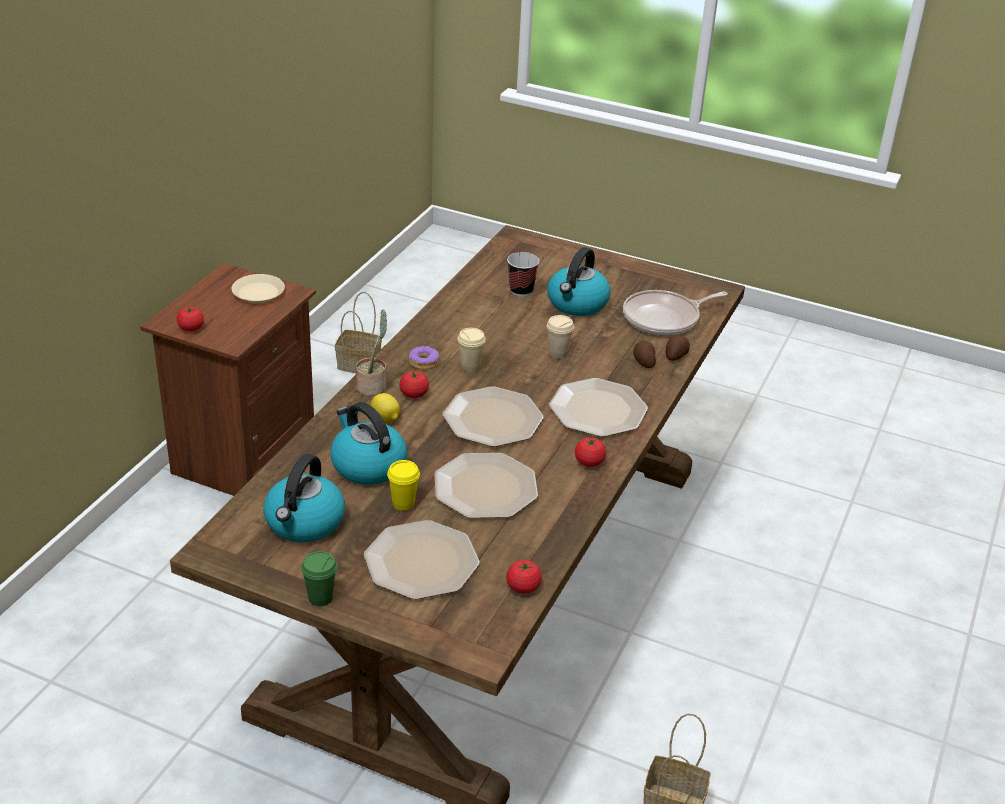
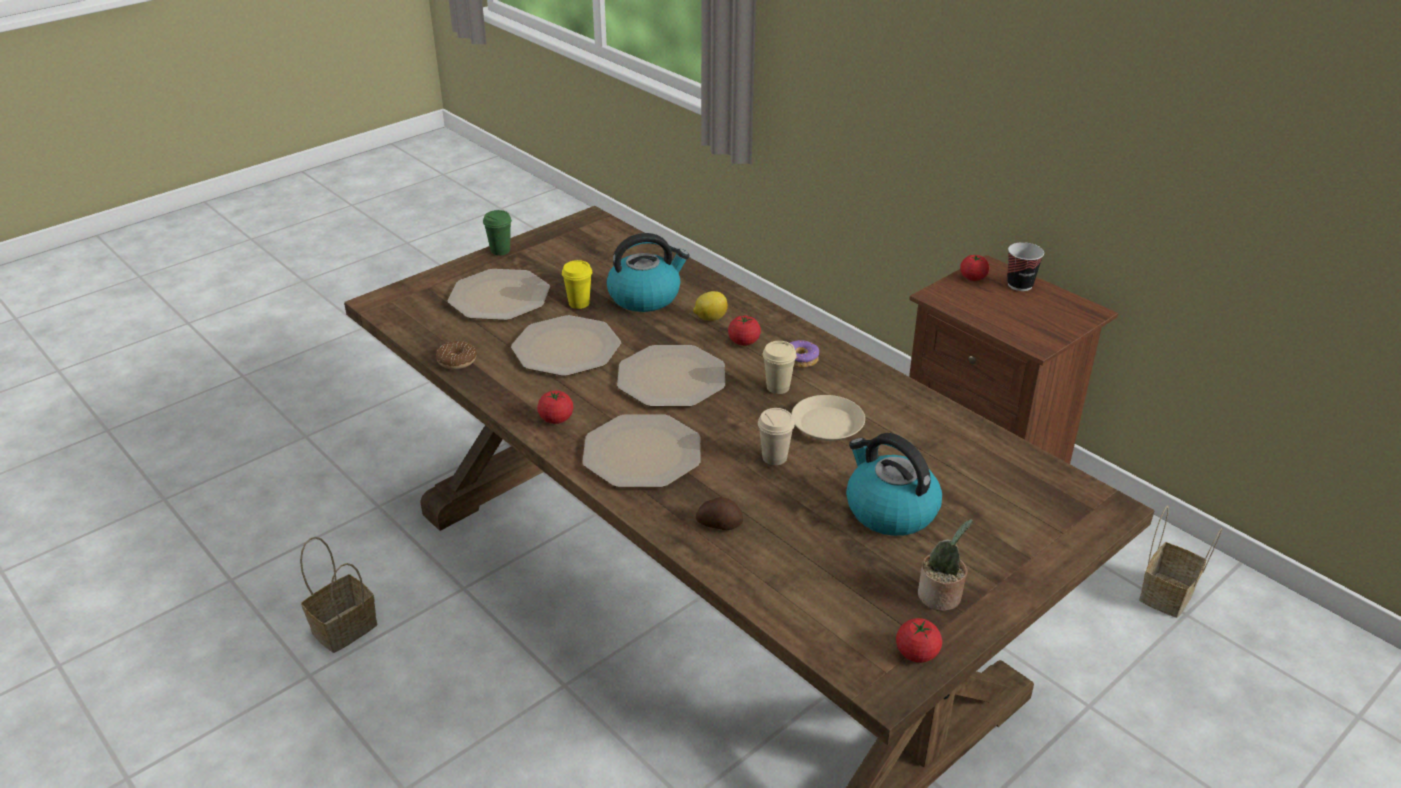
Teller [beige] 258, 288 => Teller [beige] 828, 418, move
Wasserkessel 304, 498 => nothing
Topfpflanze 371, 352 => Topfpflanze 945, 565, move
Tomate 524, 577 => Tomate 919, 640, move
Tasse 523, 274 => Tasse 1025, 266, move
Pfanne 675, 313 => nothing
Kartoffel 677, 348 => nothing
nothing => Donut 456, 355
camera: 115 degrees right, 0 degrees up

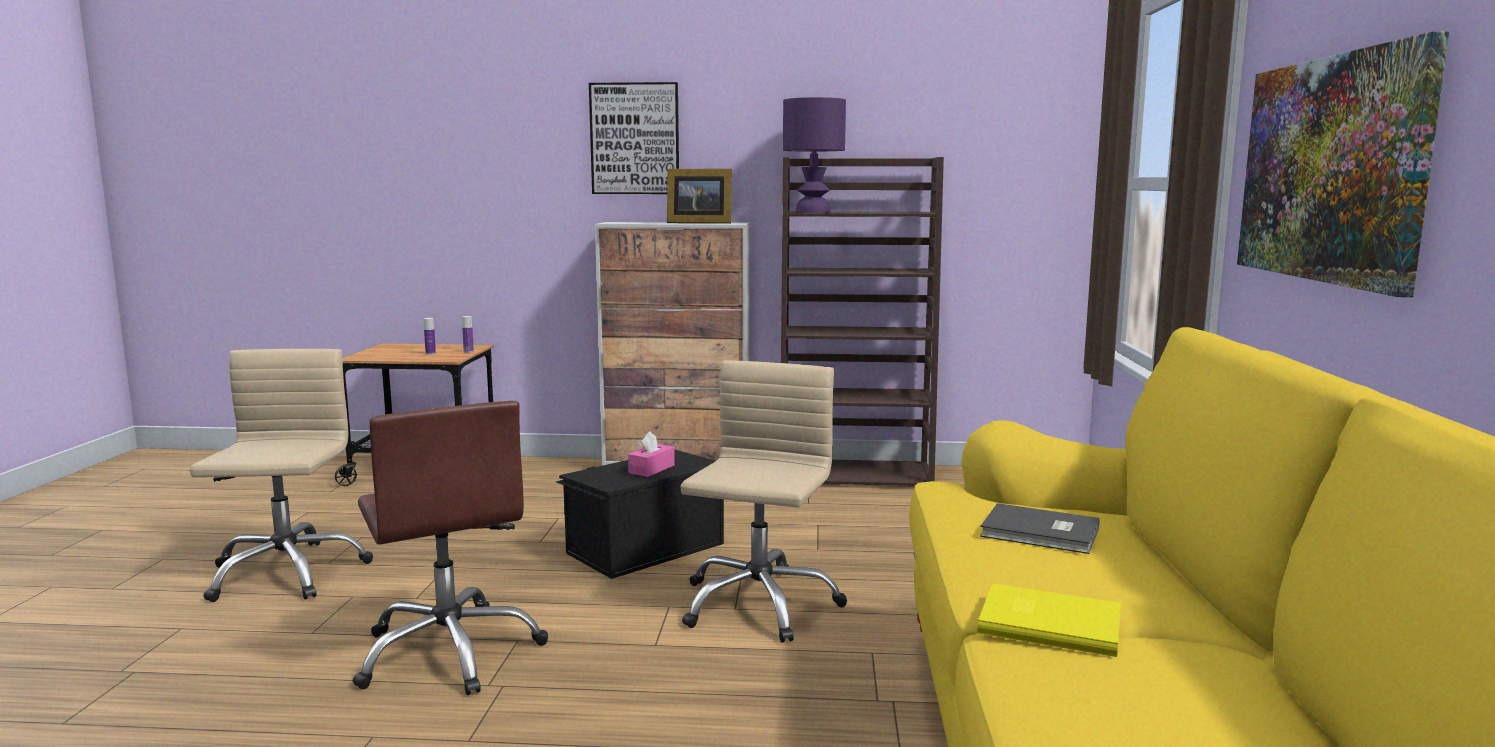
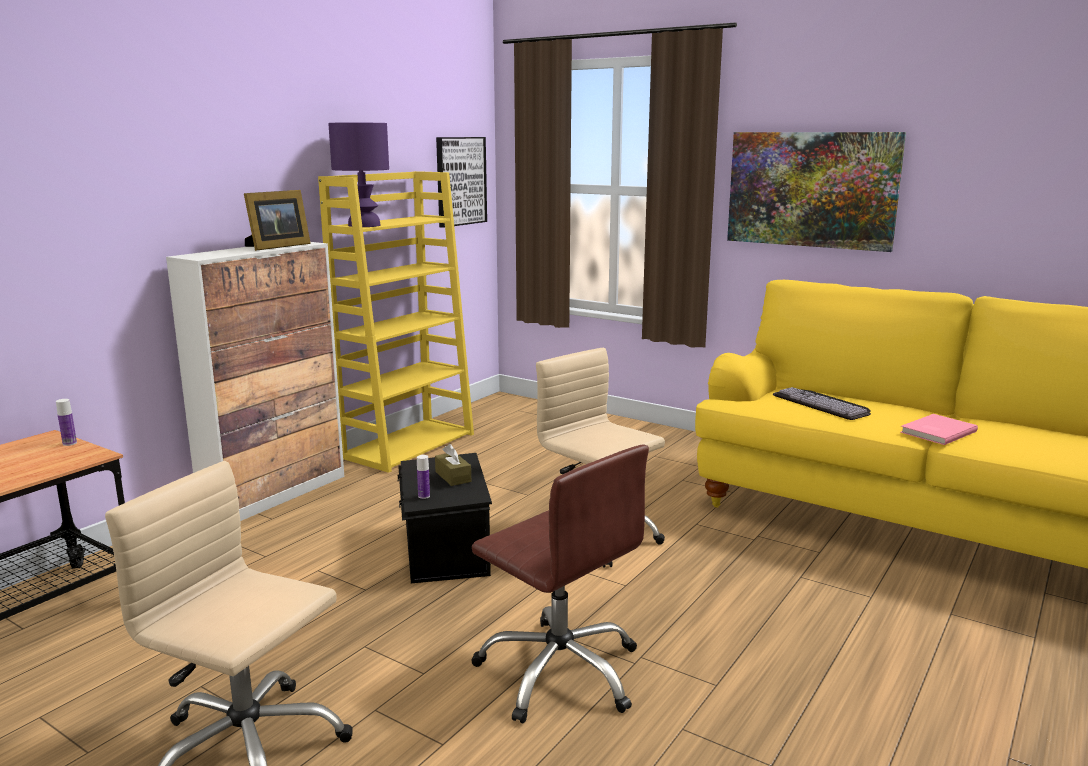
Bürostuhl [braun] 450, 548 => Bürostuhl [braun] 560, 584, 45 degrees clockwise
Flasche 430, 336 => Flasche 423, 477, move
Bild 634, 138 => Bild 461, 182, move
Taschentuchbox [rosa] 651, 454 => Taschentuchbox [braun] 453, 465
Bücherregal [braun] 862, 321 => Bücherregal [gelb] 396, 322
Buch [gelb] 1049, 620 => Buch [rosa] 939, 429
Buch [grau] 1040, 528 => Tastatur 822, 403
camera: 60 degrees left, 5 degrees up

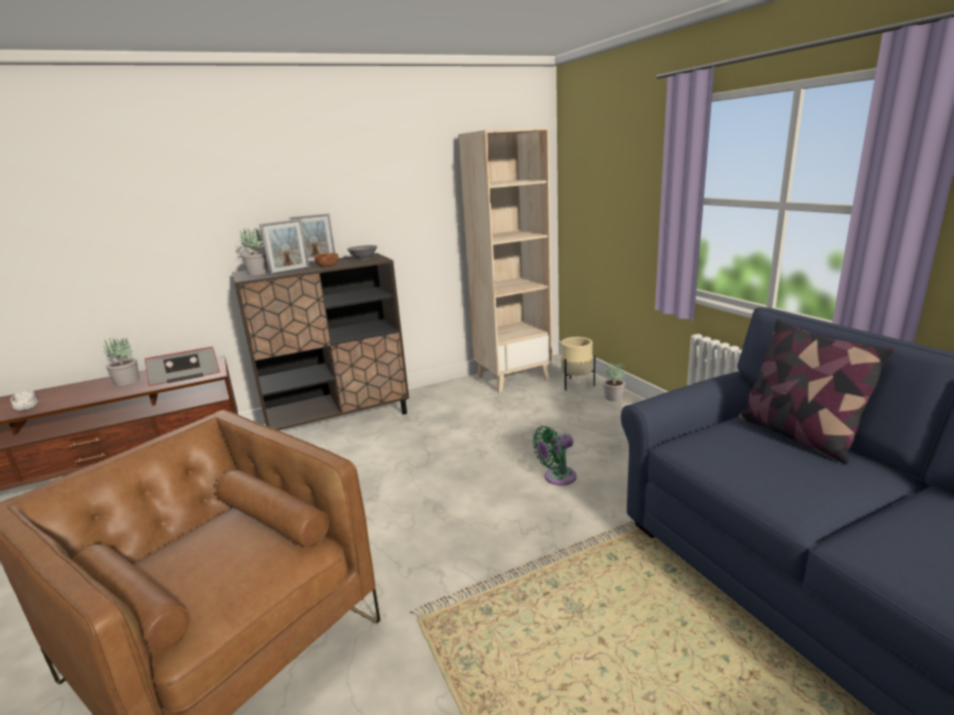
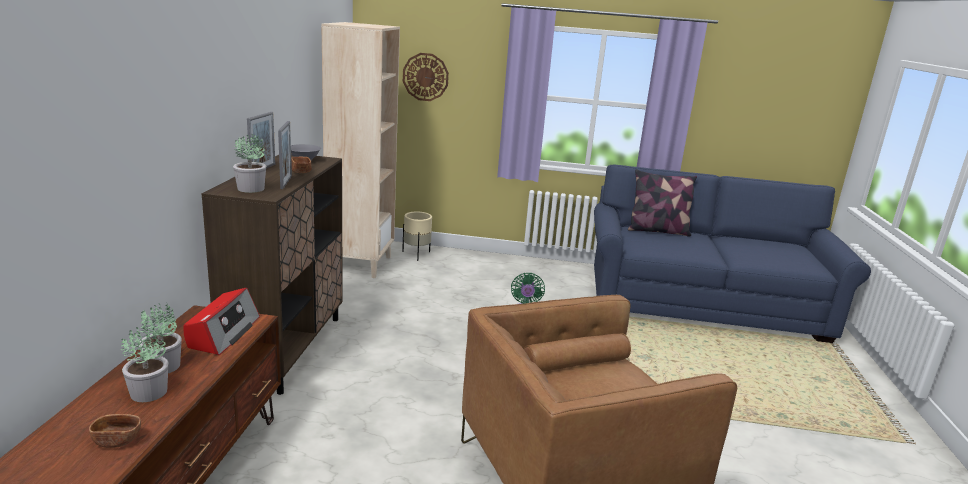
Schüssel [weiß] 24, 401 => Schüssel [braun] 115, 431
Topfpflanze 614, 381 => Topfpflanze 145, 362, move
nothing => Wanduhr 426, 77
camera: 60 degrees left, 0 degrees up

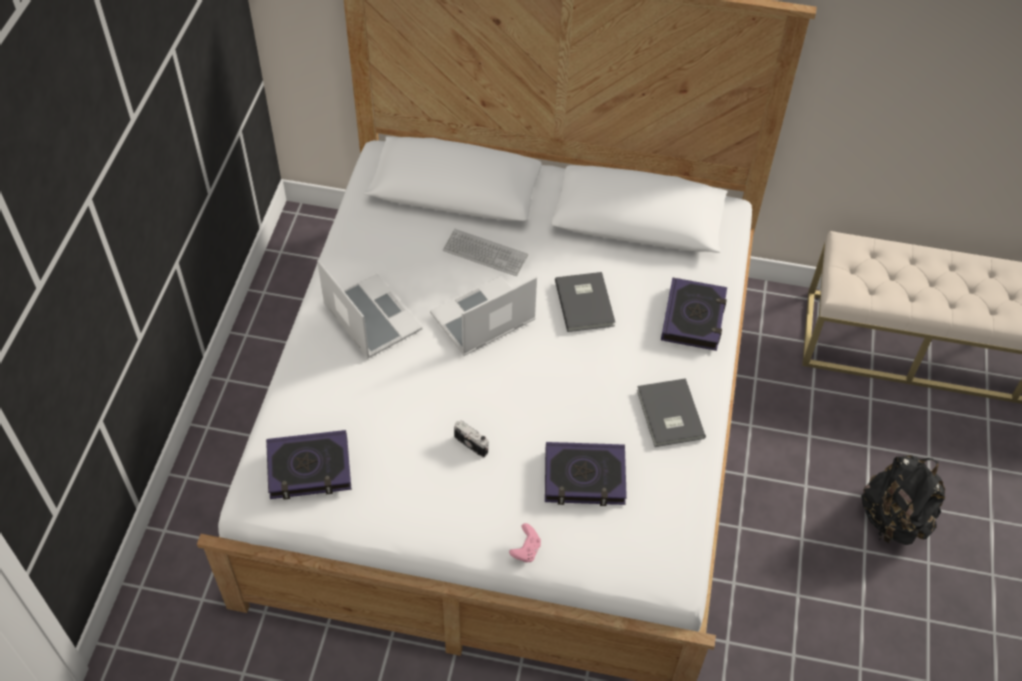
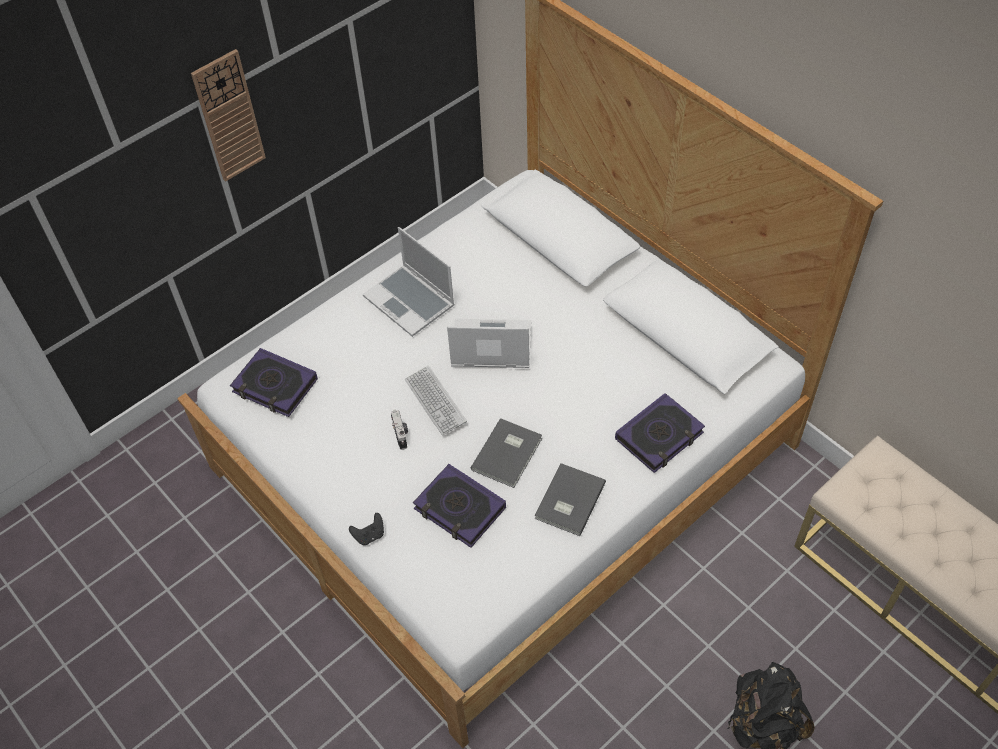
Laptop 369, 309 => Laptop 409, 282, 135 degrees clockwise
Tastatur 485, 252 => Tastatur 436, 400, move
Gamepad [rosa] 525, 542 => Gamepad [schwarz] 366, 529
Buch [grau] 585, 302 => Buch [grau] 506, 453, move
nothing => Wanduhr 228, 115
camera: 40 degrees right, 0 degrees up

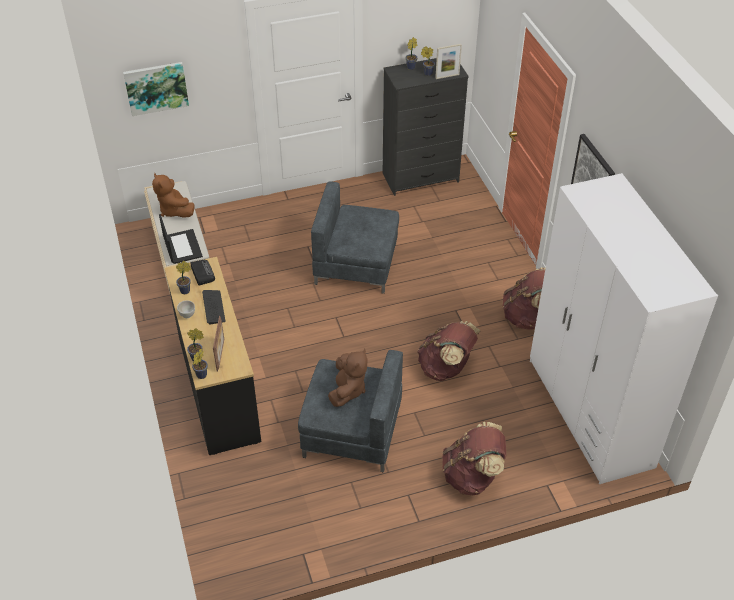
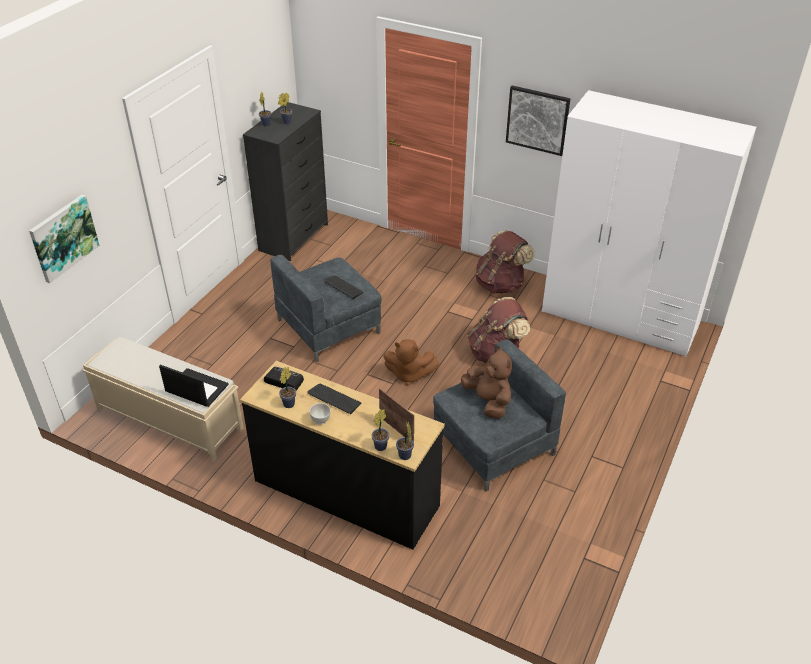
Plüschtier [braun] 173, 195 => Plüschtier [braun] 411, 362, move
Bilderrahmen 448, 61 => nothing
Rucksack [braun] 474, 458 => nothing
nothing => Tastatur 343, 287
camera: 45 degrees left, 5 degrees down

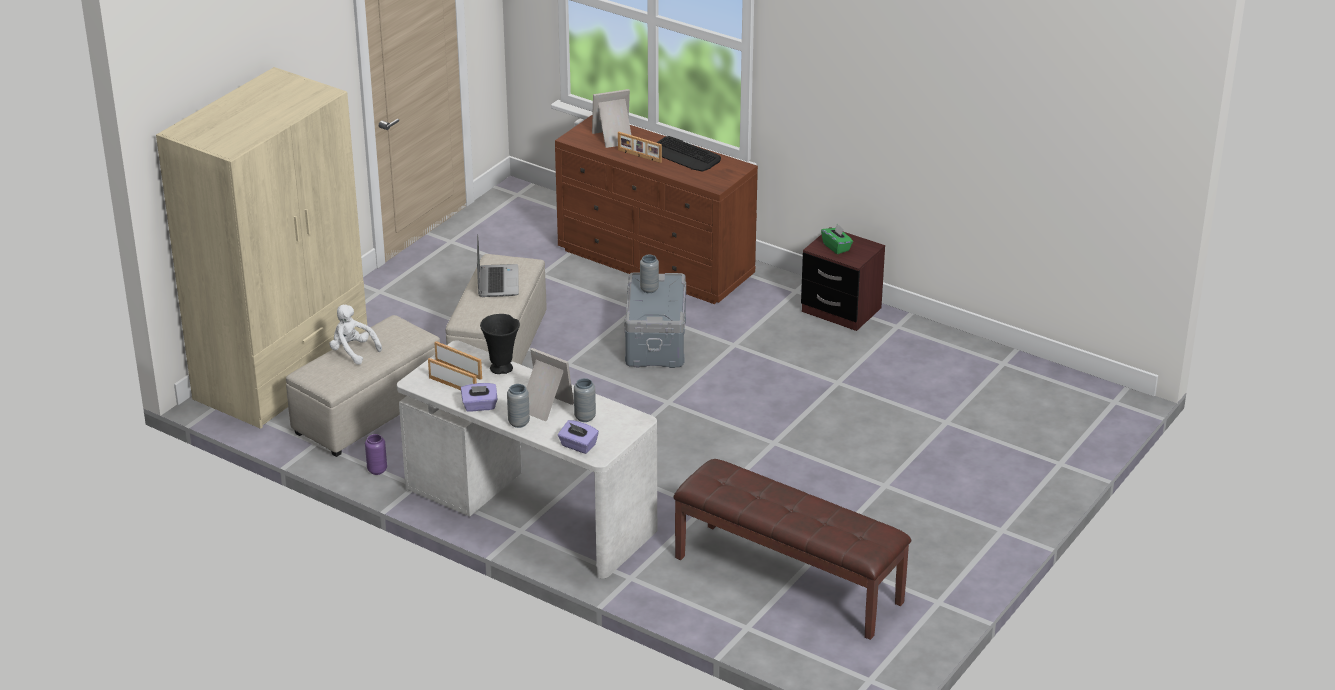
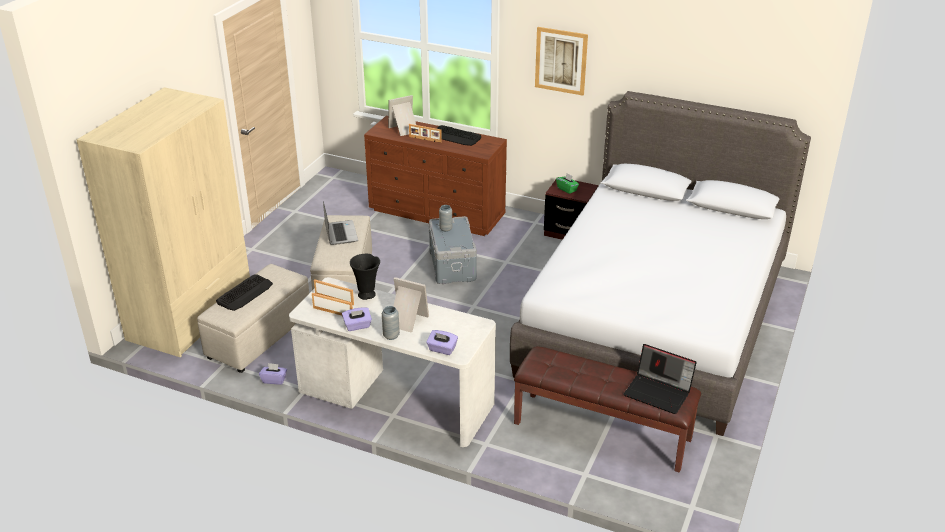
Plüschtier [weiß] 355, 334 => Tastatur 244, 292
Vase [lila] 376, 454 => Taschentuchbox [lila] 273, 374
Vase [grau] 585, 400 => nothing
nothing => Bett [grau] 660, 263
nothing => Bild 561, 61
nothing => Laptop 660, 379
camera: 10 degrees left, 0 degrees up

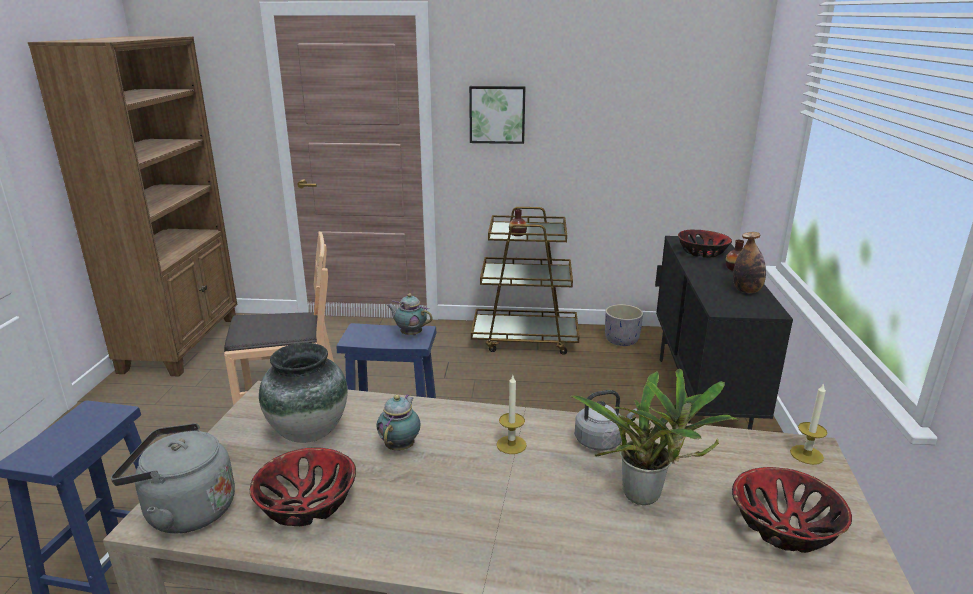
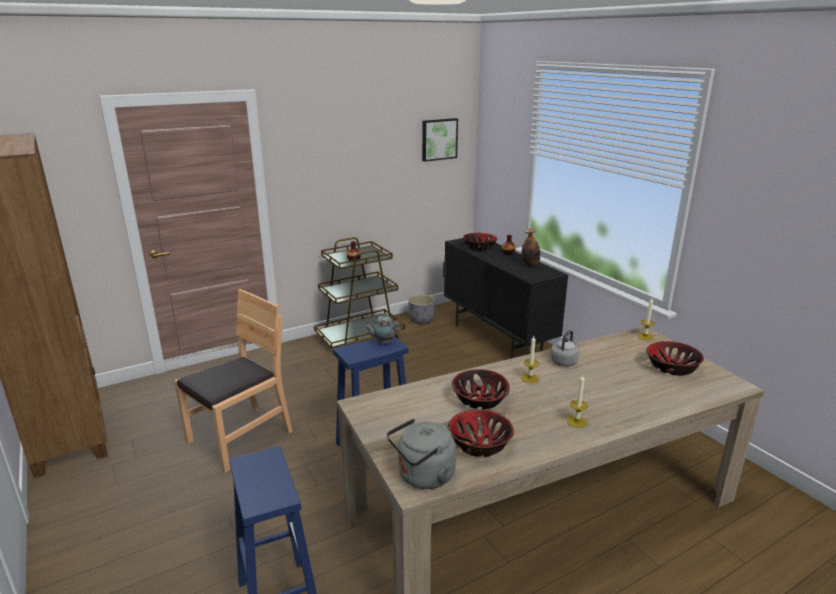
Vase 303, 393 => nothing
Teekanne 398, 422 => Schüssel 481, 389
Bild 497, 115 => Bild 440, 140, move
Topfpflanze 655, 437 => nothing
nothing => Kerze 577, 401
camera: 35 degrees left, 0 degrees up

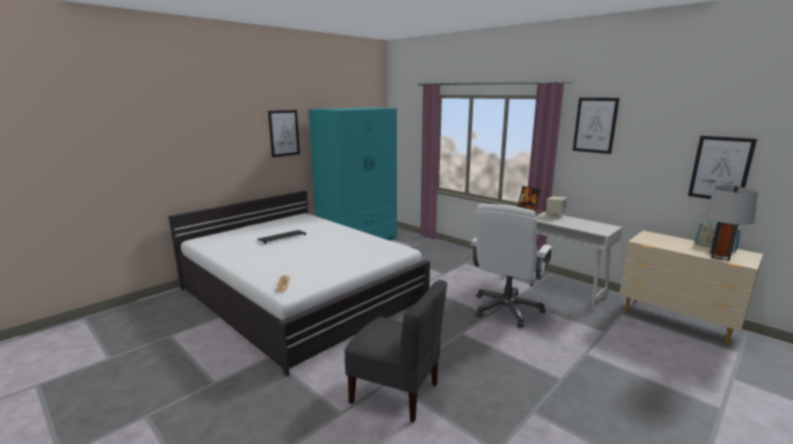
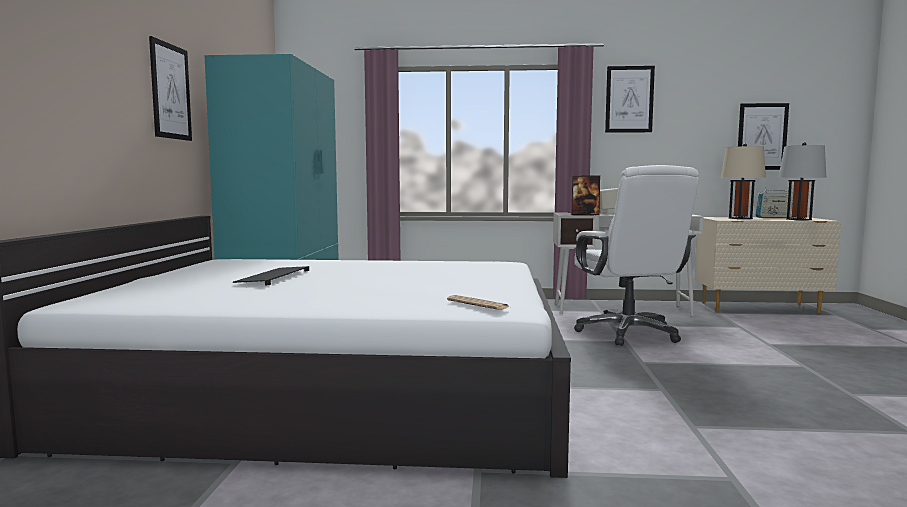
Stuhl [grau] 395, 351 => nothing
nothing => Tischlampe [beige] 743, 181
camera: 40 degrees left, 10 degrees down

